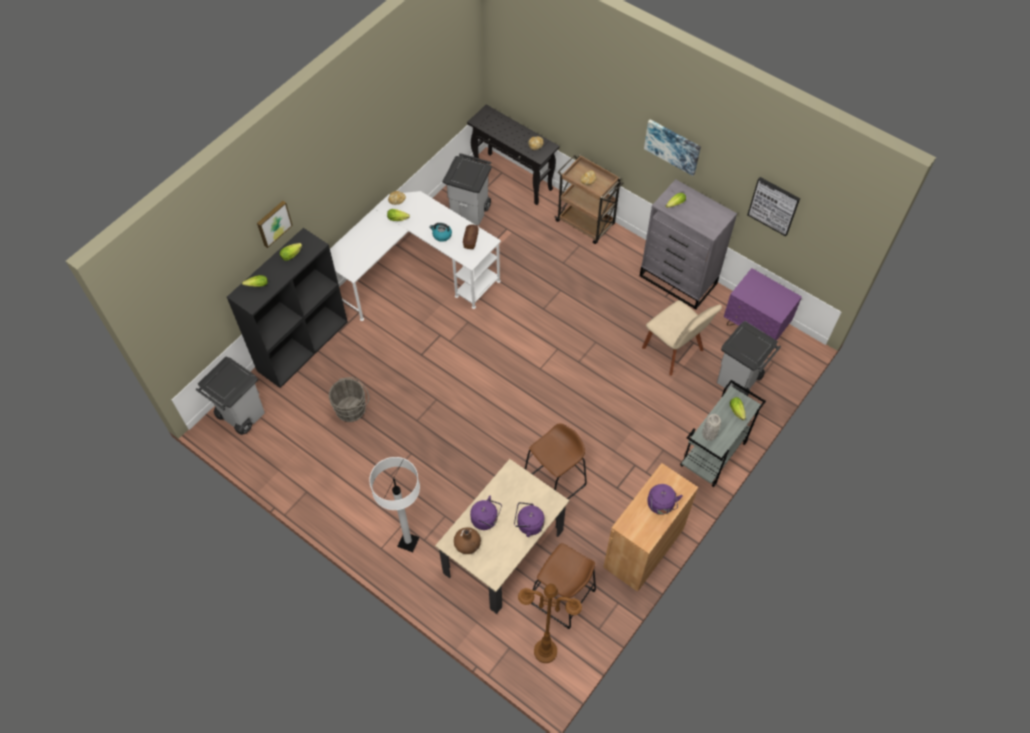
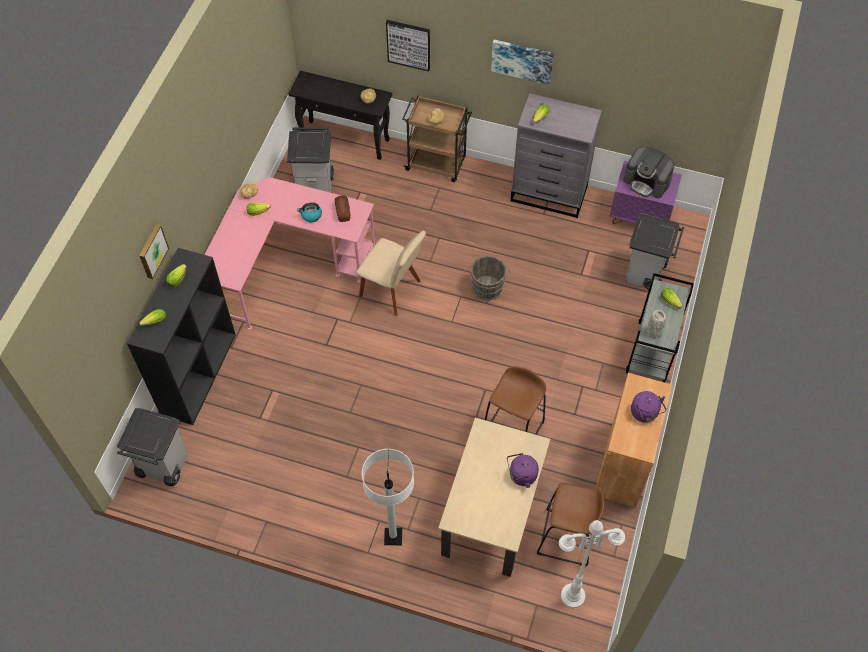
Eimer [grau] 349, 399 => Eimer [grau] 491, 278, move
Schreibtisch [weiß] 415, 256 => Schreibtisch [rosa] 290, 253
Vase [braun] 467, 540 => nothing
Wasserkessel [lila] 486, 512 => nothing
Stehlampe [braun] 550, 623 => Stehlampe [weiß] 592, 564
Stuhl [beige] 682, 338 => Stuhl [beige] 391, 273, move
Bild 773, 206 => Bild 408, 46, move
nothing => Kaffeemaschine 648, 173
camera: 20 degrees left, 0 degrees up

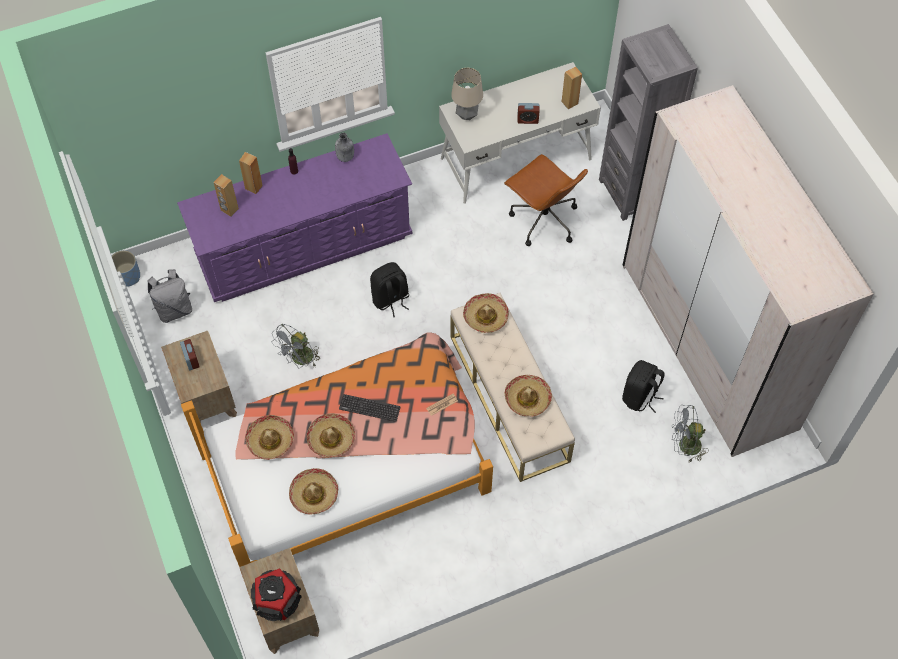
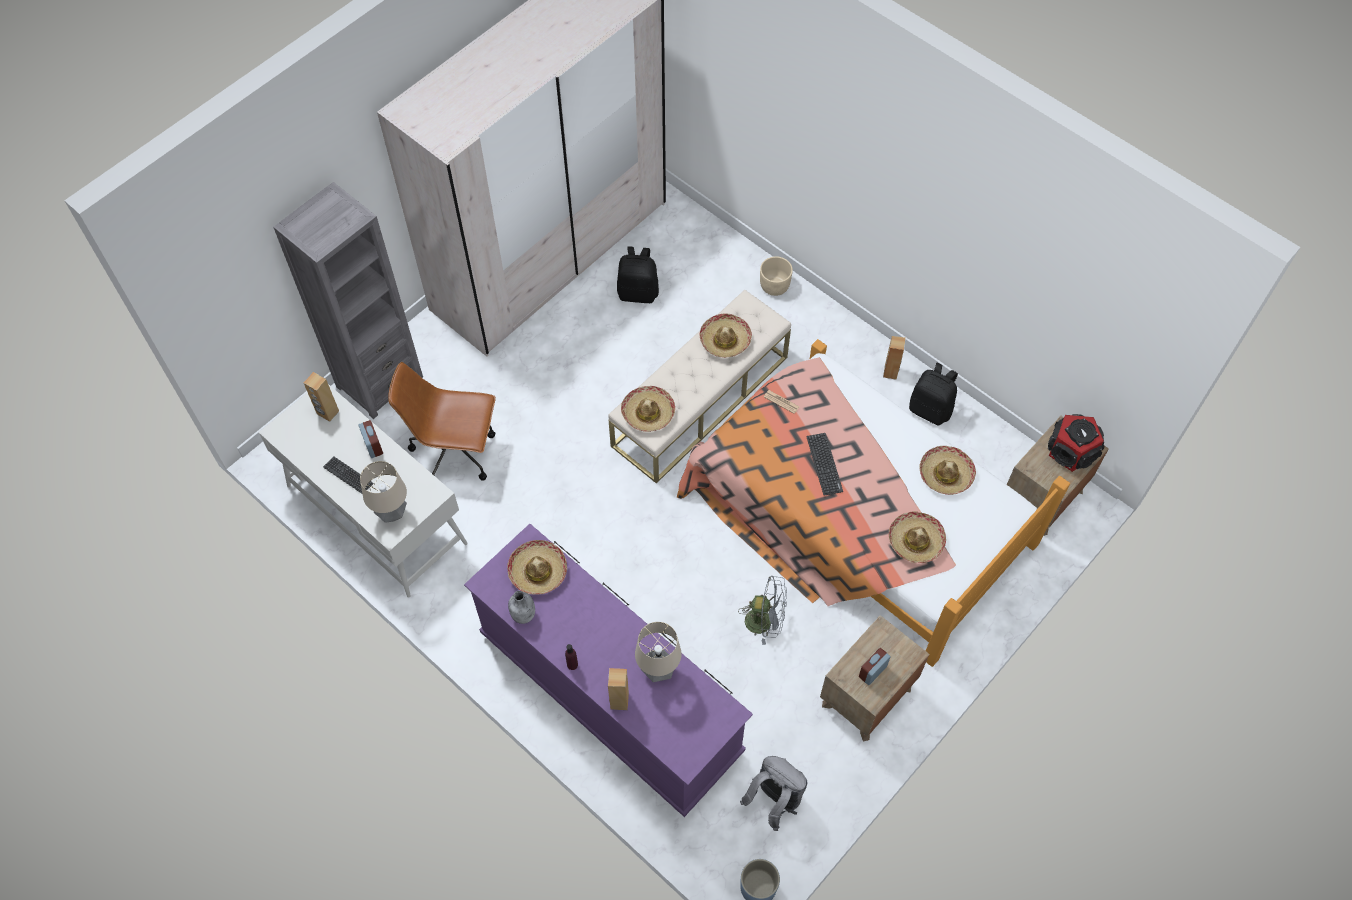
Lautsprecher [braun] 226, 195 => Lautsprecher [braun] 894, 357, move
Hut 330, 435 => Hut 537, 567, move
Rucksack [schwarz] 389, 290 => Rucksack [schwarz] 933, 393, move
Bürostuhl [braun] 546, 200 => Bürostuhl [braun] 442, 421, 105 degrees counterclockwise
Ventilator [grau] 690, 433 => nothing
nothing => Tastatur 348, 475
nothing => Tischlampe 658, 652
nothing => Pflanzkübel [beige] 776, 276
camera: 115 degrees left, 0 degrees up

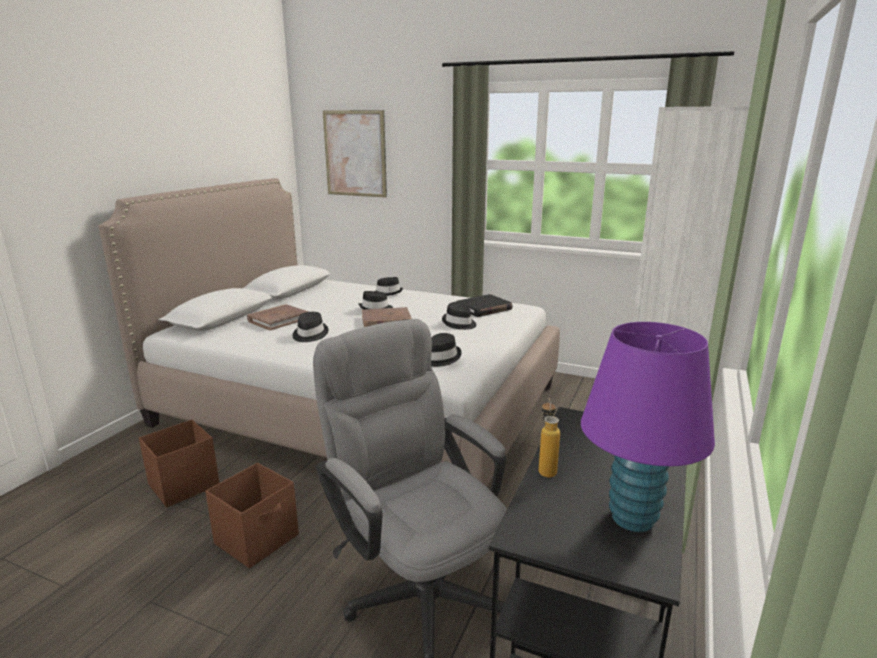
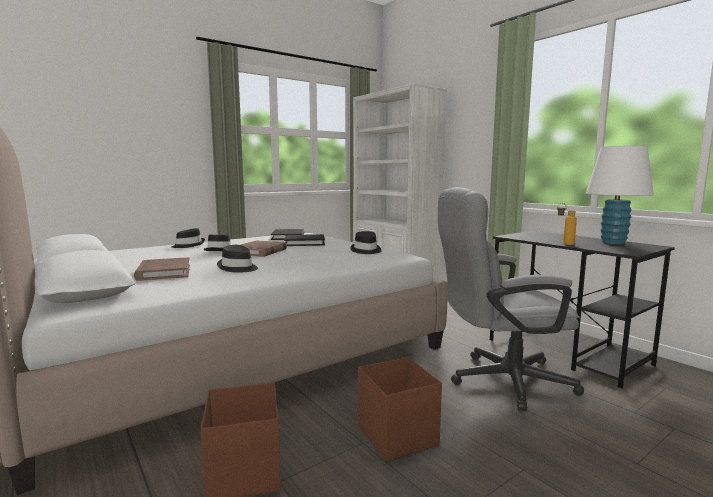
Bild 355, 153 => nothing
Hut [schwarz] 459, 316 => Buch [schwarz] 304, 240
Tischlampe [lila] 648, 427 => Tischlampe [weiß] 620, 194
camera: 60 degrees left, 10 degrees down

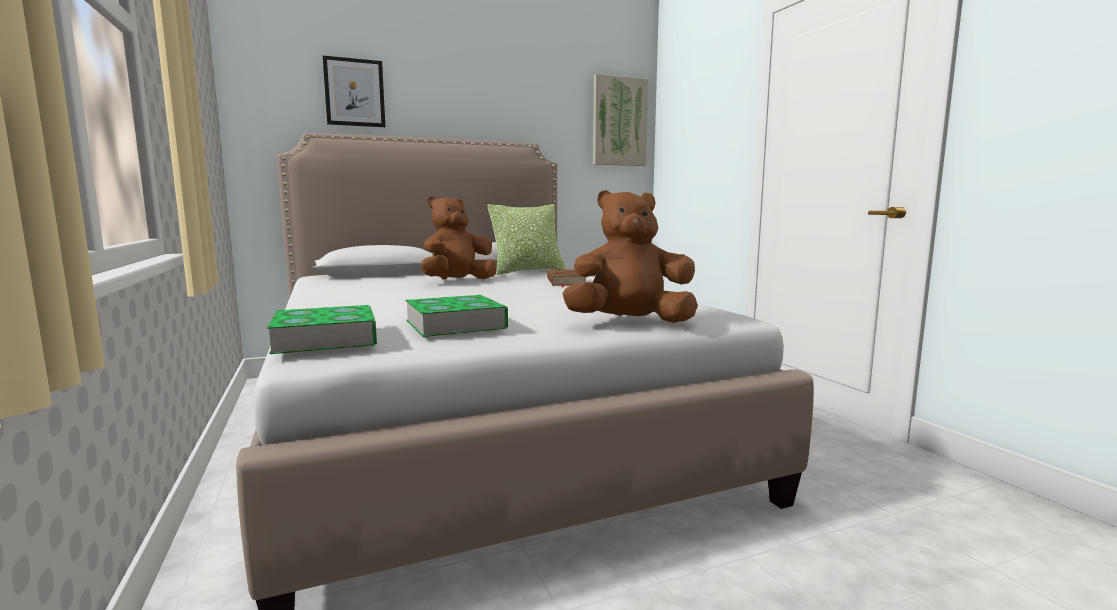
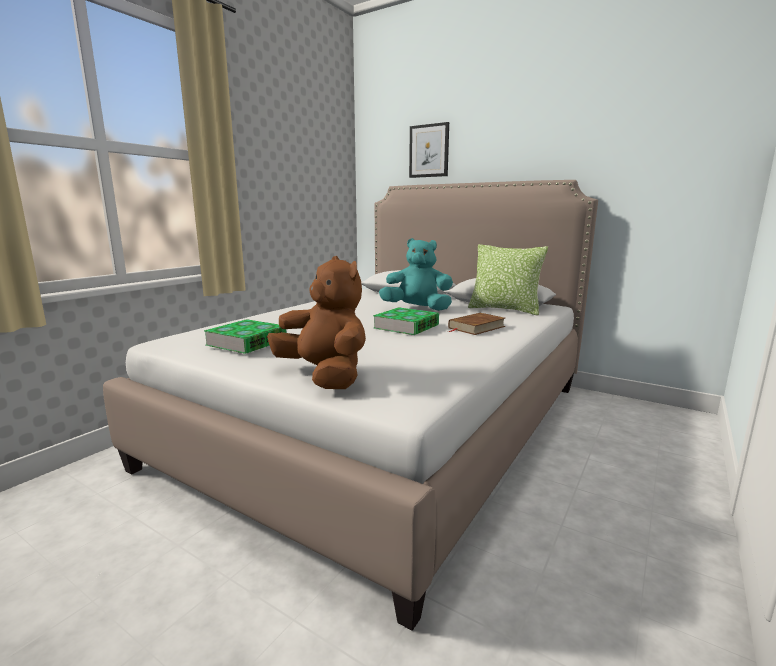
Buch 322, 329 => Buch 406, 321, move
Plüschtier [braun] 458, 237 => Plüschtier [türkis] 416, 274
Bild 620, 120 => nothing
camera: 55 degrees right, 5 degrees up

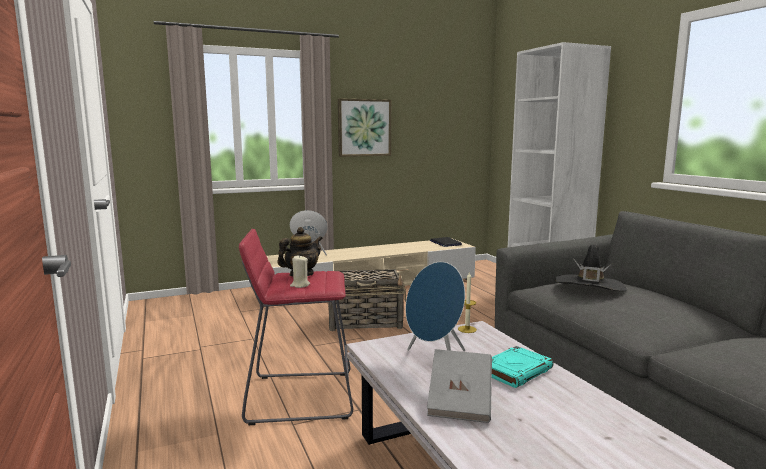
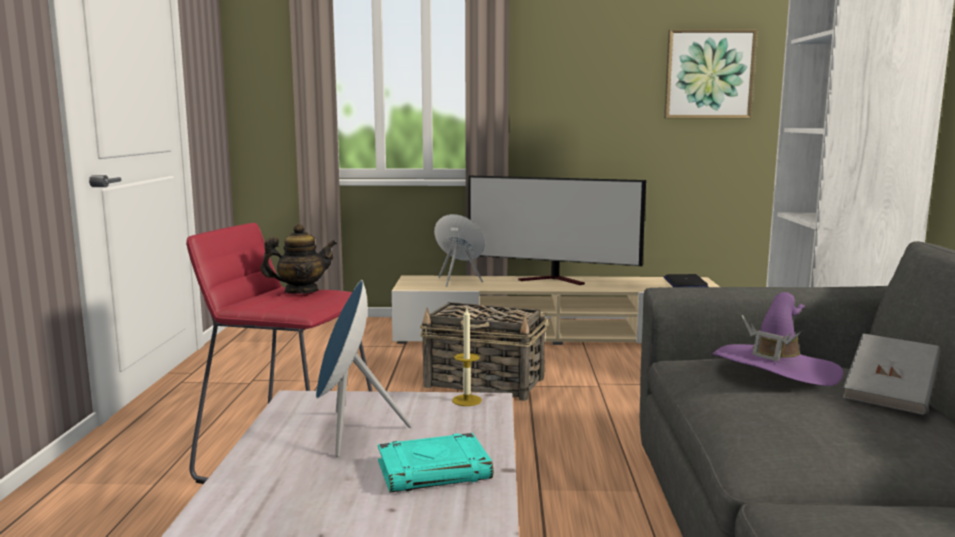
Kerze [beige] 300, 271 => nothing
Bild 364, 127 => Bild 710, 73, move
Buch [grau] 459, 386 => Buch [grau] 891, 374, move
Hut [schwarz] 590, 268 => Hut [lila] 778, 339
nothing => Fernseher 557, 230
camera: 25 degrees right, 0 degrees up

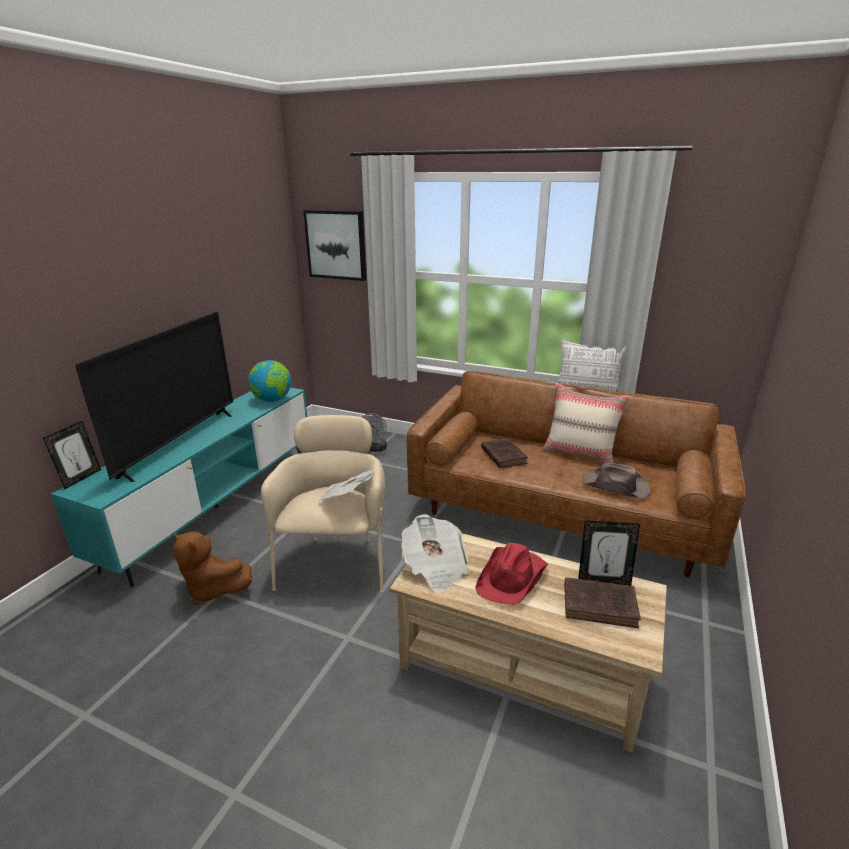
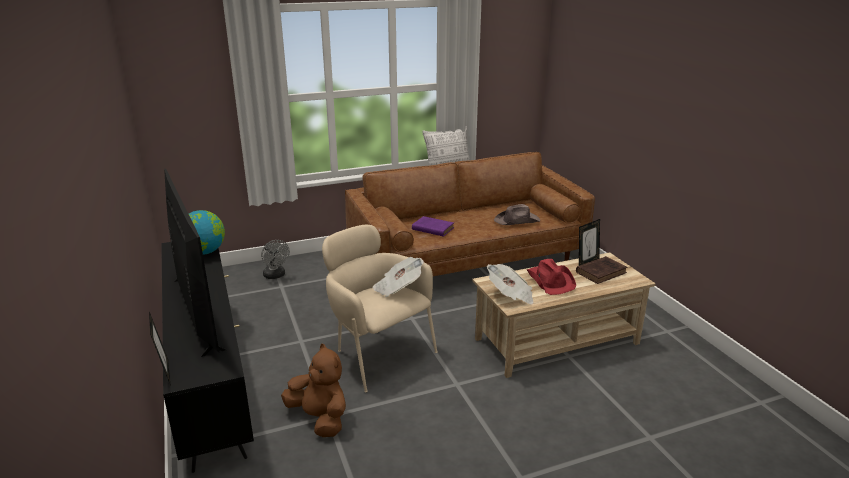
Fernsehschrank [türkis] 179, 487 => Fernsehschrank [schwarz] 207, 357
Plüschtier [braun] 212, 568 => Plüschtier [braun] 313, 390, 120 degrees counterclockwise
Bild 334, 245 => nothing
Buch [braun] 504, 453 => Buch [lila] 433, 226
Kissen [beige] 586, 423 => nothing
camera: 45 degrees left, 0 degrees up

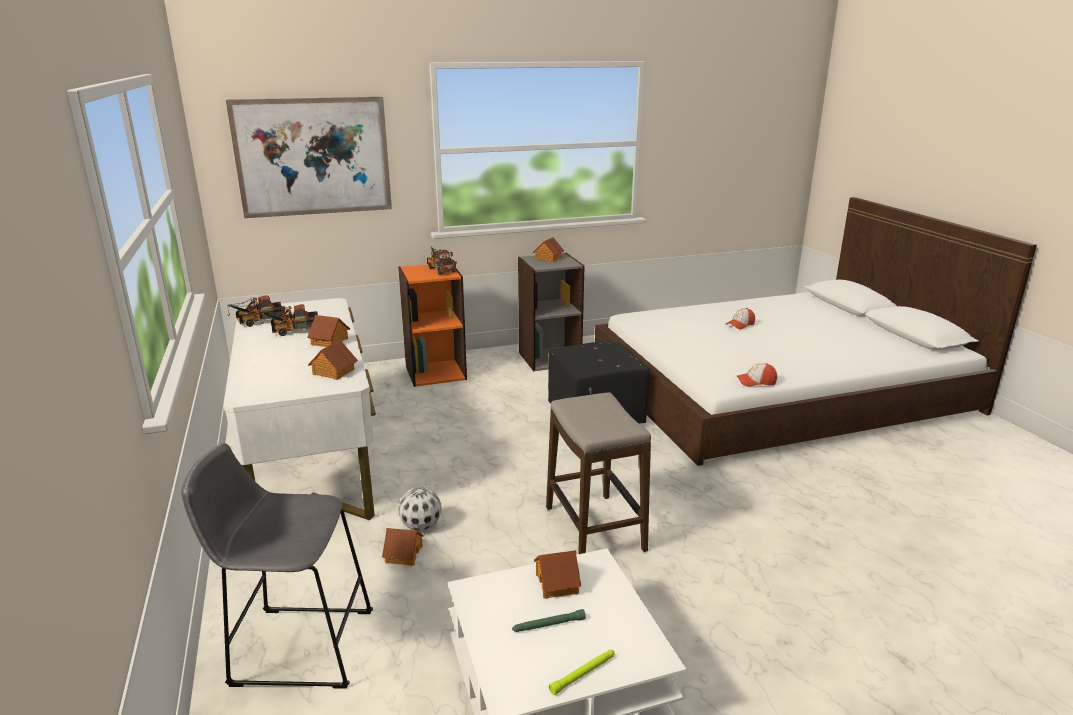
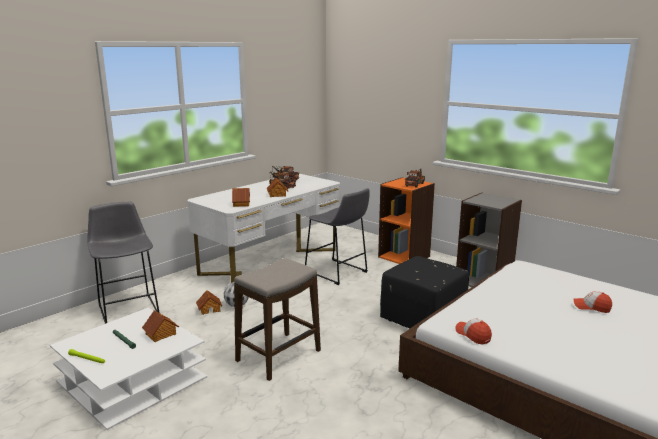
Bild 309, 157 => nothing
Spielzeughaus 548, 249 => nothing
nothing => Hocker [grau] 337, 236
camera: 60 degrees right, 5 degrees down

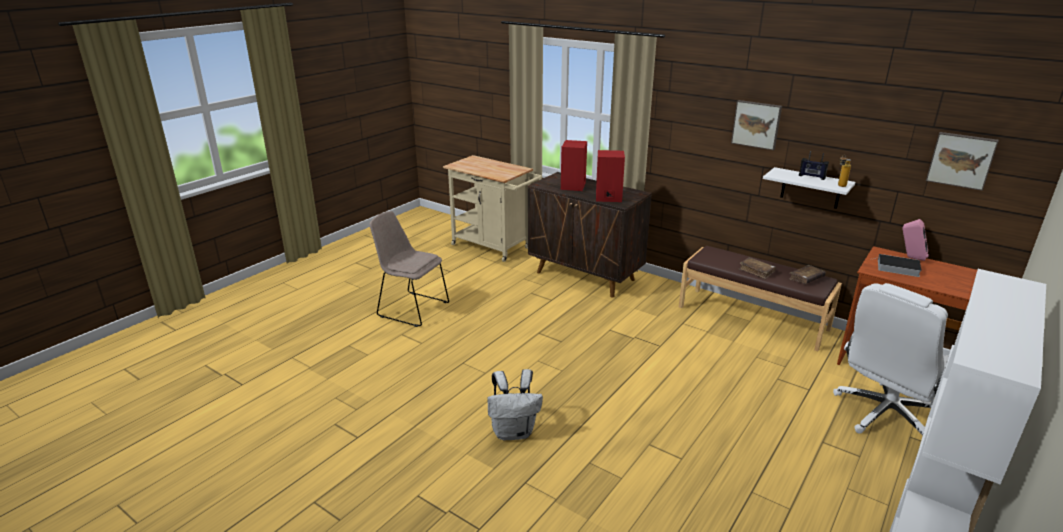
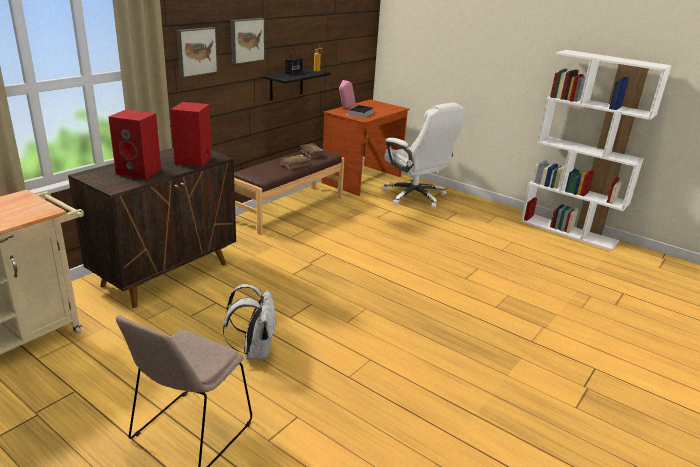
Rucksack [weiß] 515, 404 => Rucksack [weiß] 249, 322, move
Wandregal [weiß] 809, 188 => Wandregal [schwarz] 296, 84
Bild 962, 161 => Bild 197, 52, move
camera: 90 degrees left, 0 degrees up

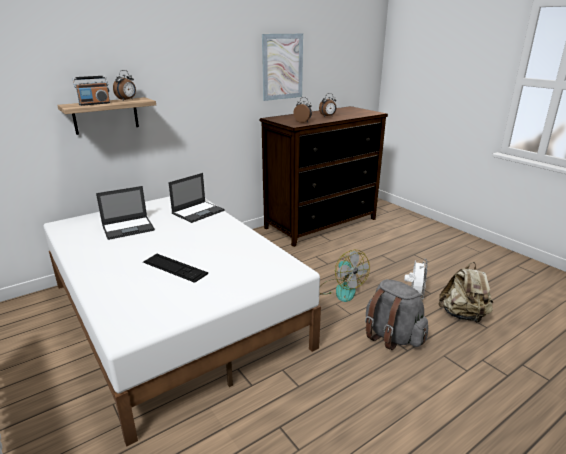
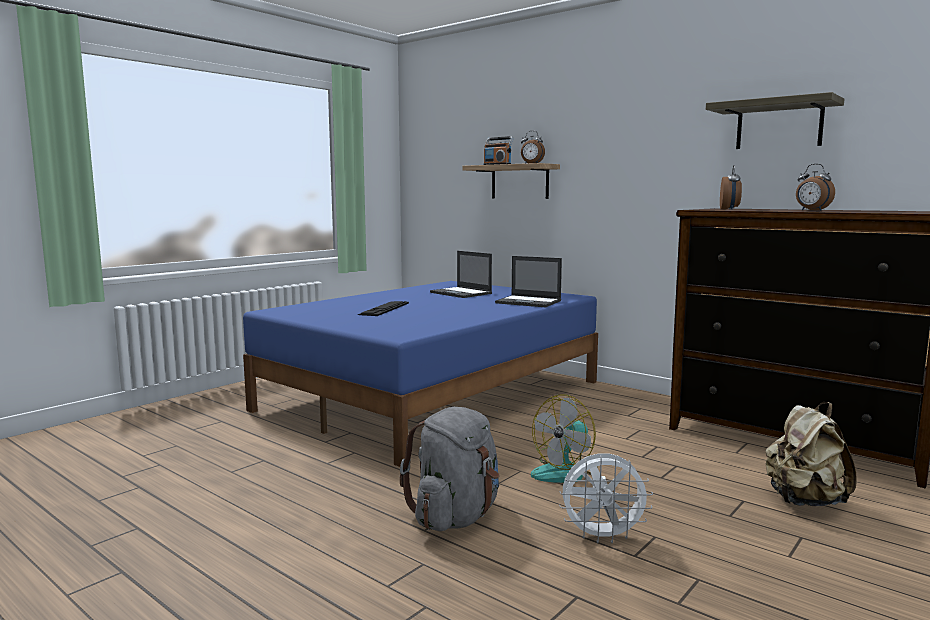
Bett [weiß] 182, 321 => Bett [blau] 420, 374
Bild 282, 67 => Wandregal 775, 120
Rucksack [beige] 465, 292 => Rucksack [beige] 811, 454, move
camera: 75 degrees right, 15 degrees down

